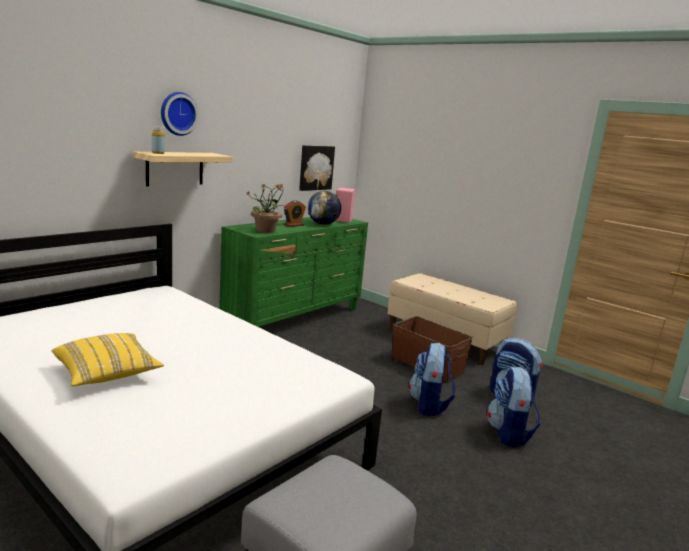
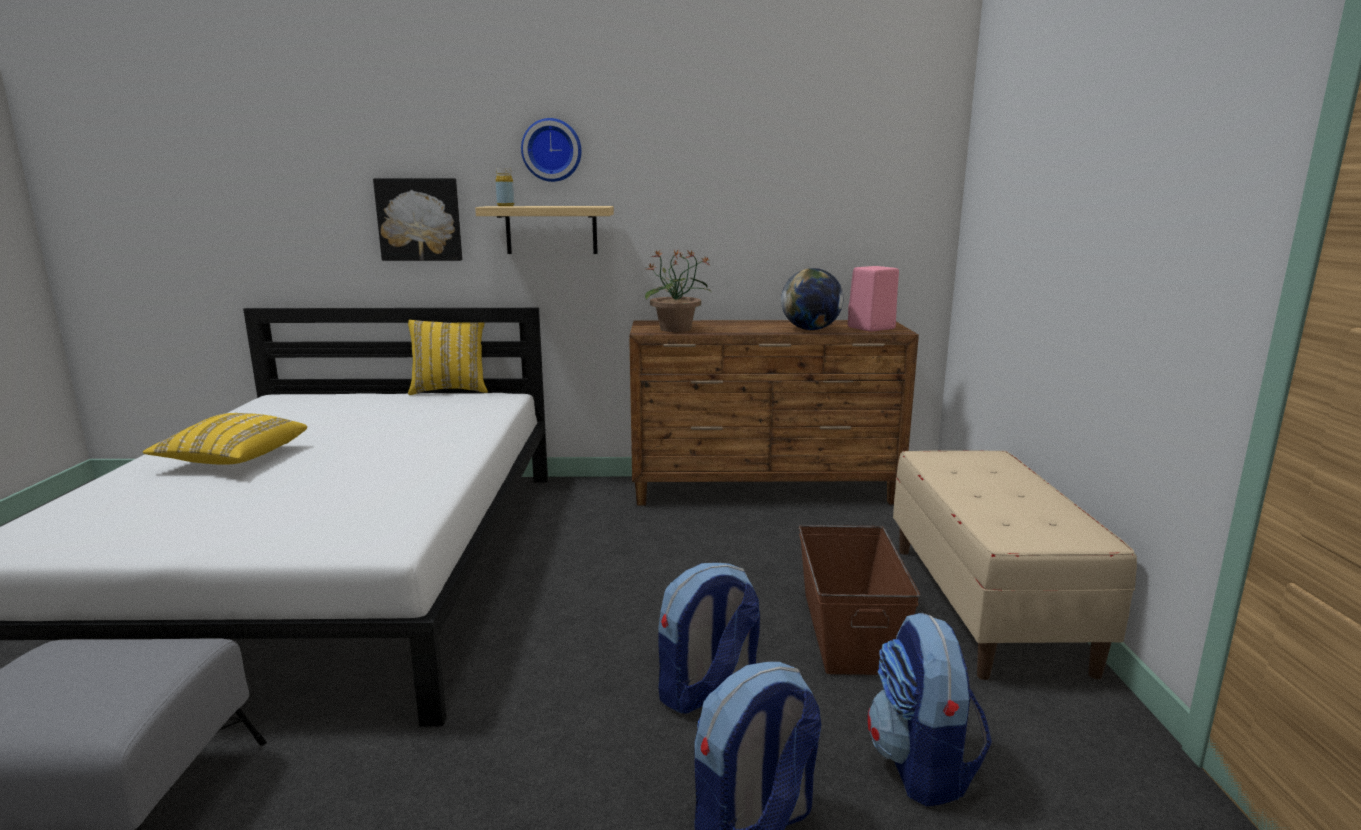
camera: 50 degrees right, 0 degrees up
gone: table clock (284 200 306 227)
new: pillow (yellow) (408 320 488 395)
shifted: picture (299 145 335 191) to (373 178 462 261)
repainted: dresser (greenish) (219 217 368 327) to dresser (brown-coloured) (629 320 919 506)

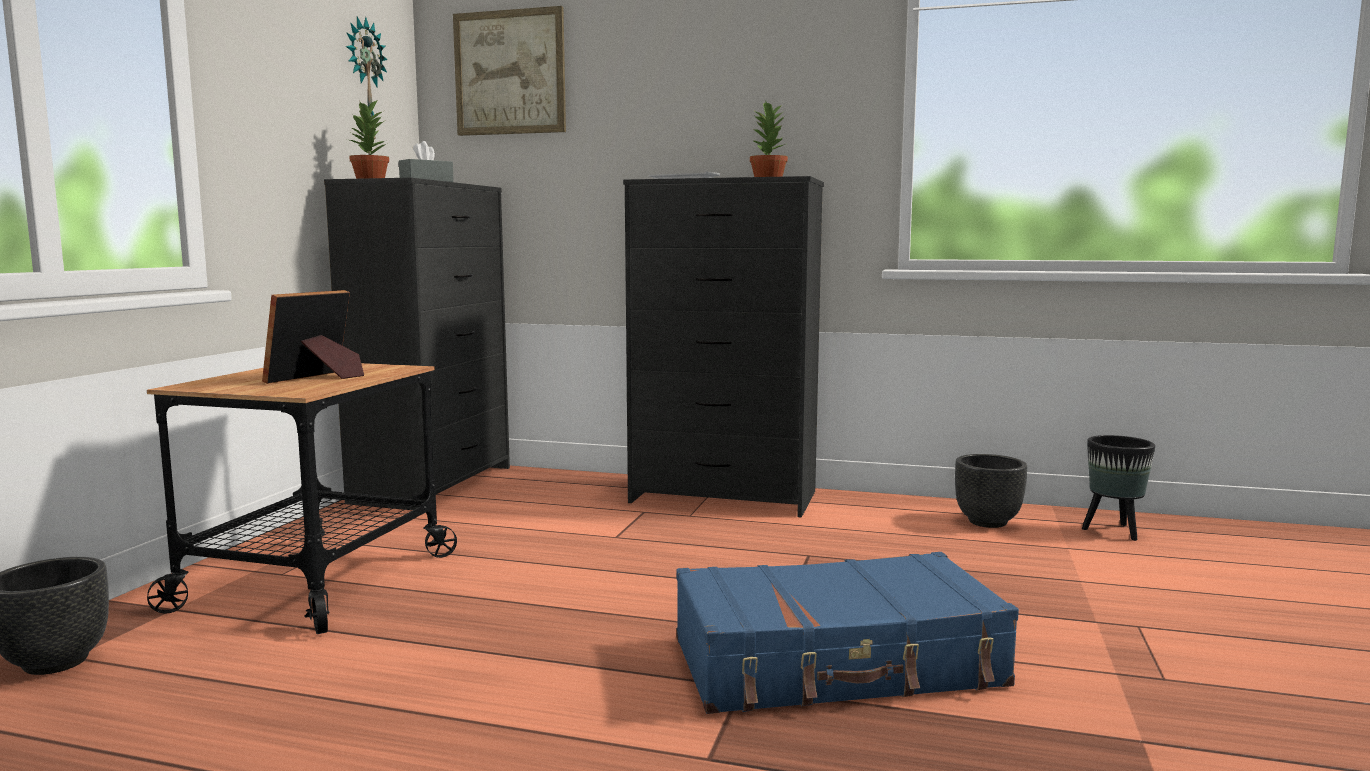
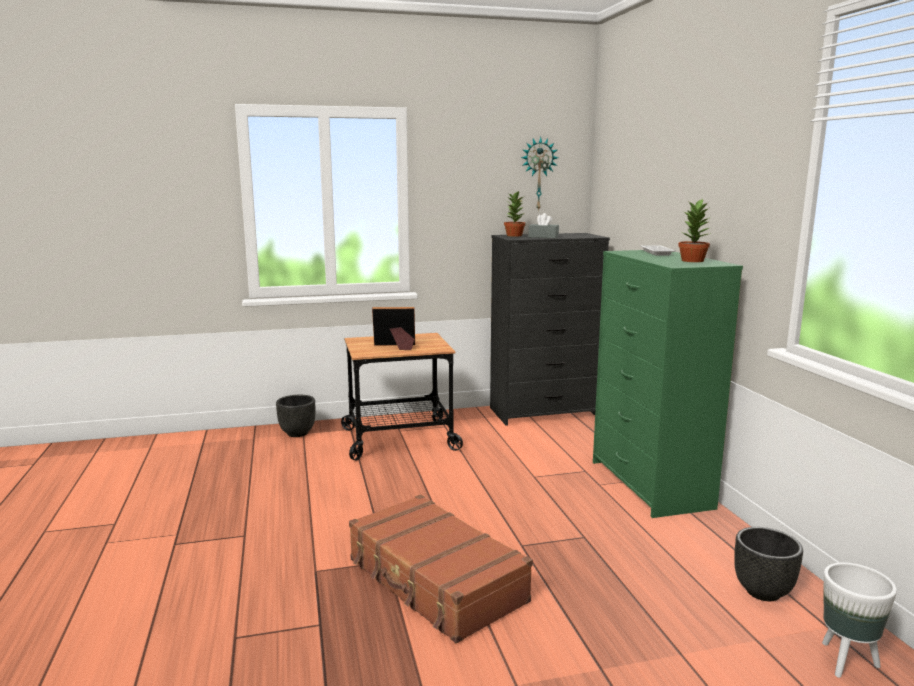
camera: 60 degrees right, 5 degrees up
gone: picture (453 6 566 136)
repainted: dresser (blackish) (623 176 824 518) to dresser (greenish) (593 250 743 518); flower pot (blackish) (1082 435 1155 541) to flower pot (white) (822 562 897 678); travel case (bluish) (676 552 1019 714) to travel case (brown-coloured) (349 495 533 643)

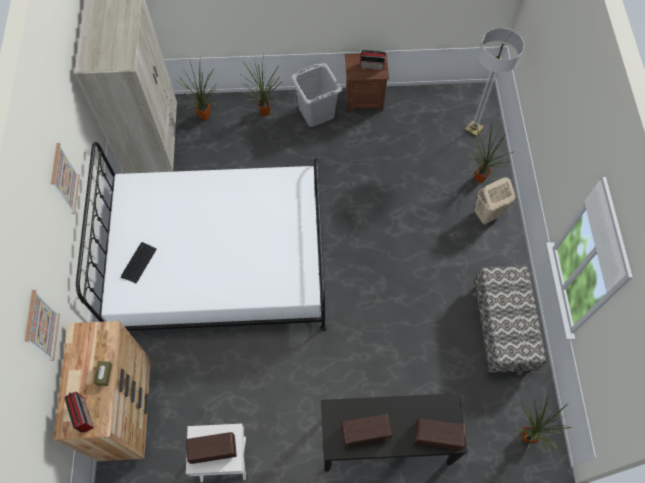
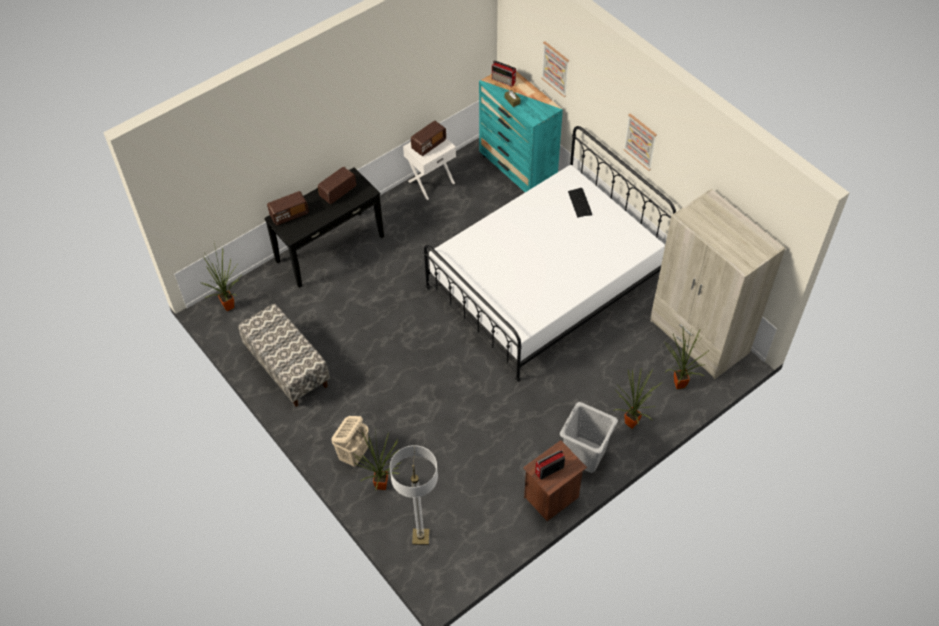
camera: 145 degrees right, 10 degrees down
repainted: dresser (brown-coloured) (53 321 151 461) to dresser (turquoise) (479 65 563 192)

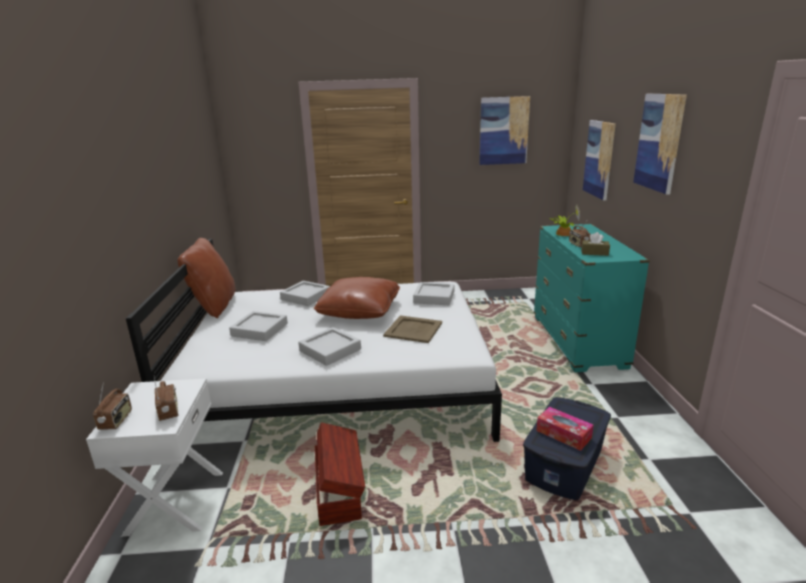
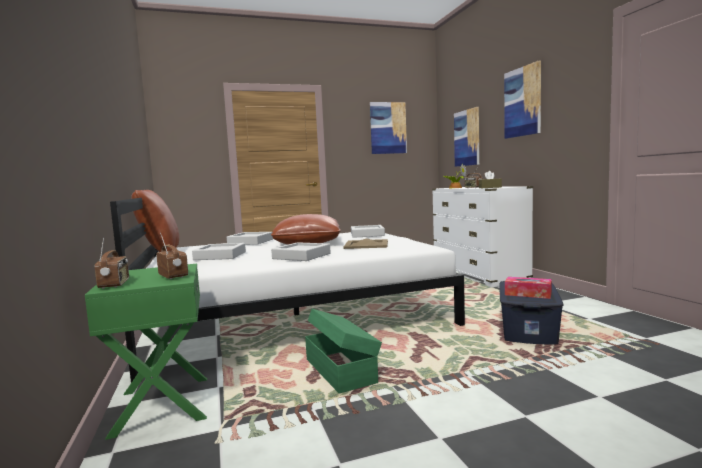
camera: 15 degrees left, 15 degrees down
repainted: dresser (turquoise) (534 224 650 372) to dresser (white) (432 186 533 287); bedside table (white) (86 378 223 537) to bedside table (greenish) (85 264 207 440); storage bin (brown-coloured) (315 423 365 526) to storage bin (greenish) (305 309 382 393)

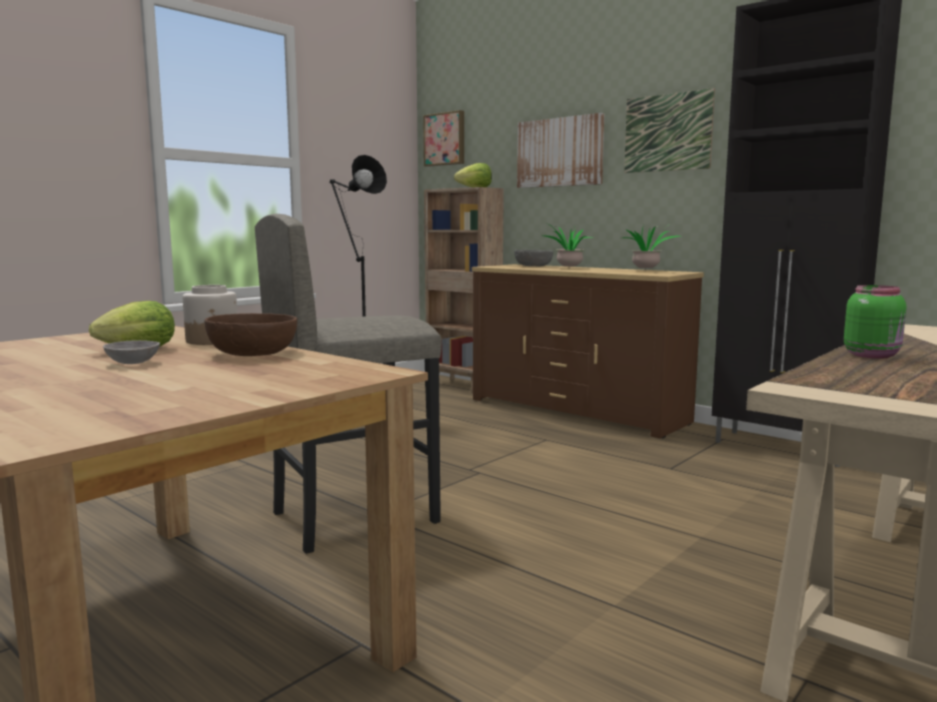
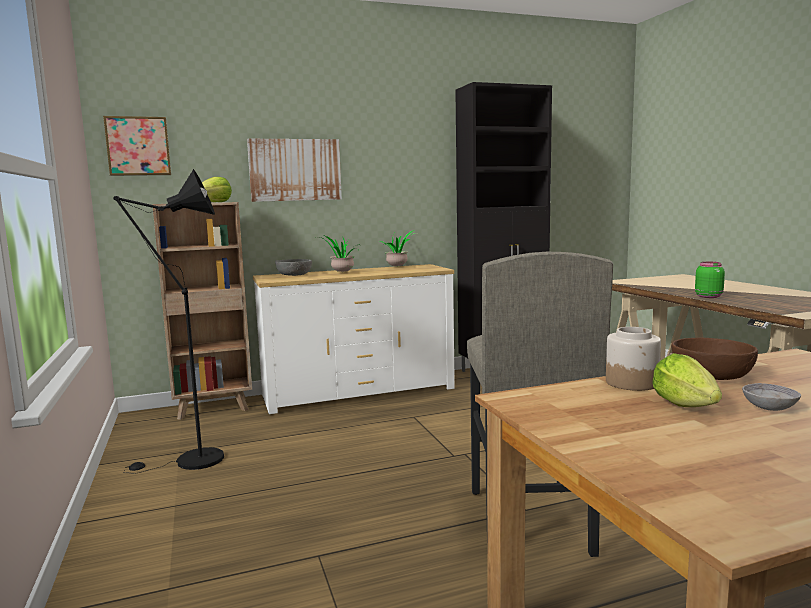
camera: 60 degrees left, 0 degrees up
gone: picture (624 88 715 173)
repainted: dresser (brown-coloured) (472 264 704 438) to dresser (white) (253 264 455 414)

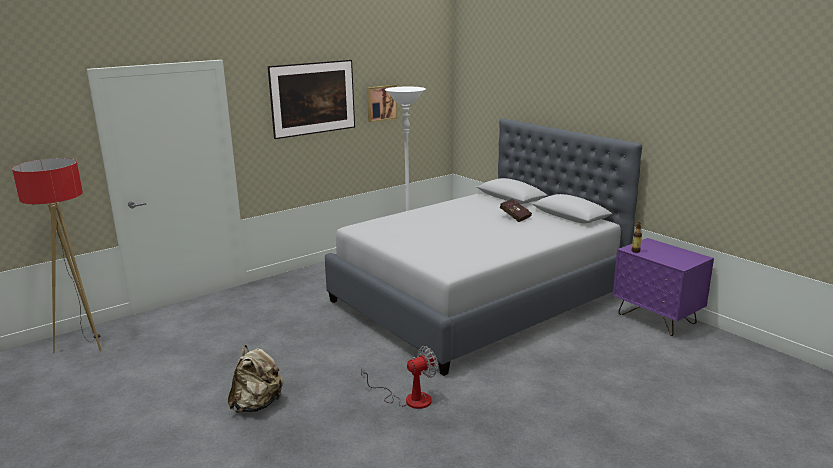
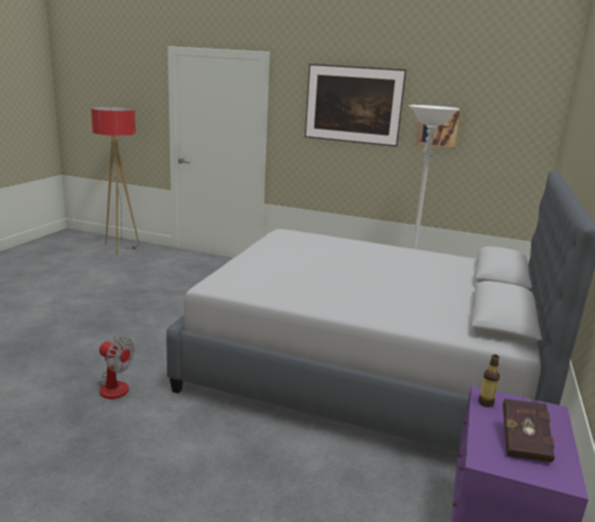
camera: 55 degrees right, 0 degrees up
gone: rucksack (beige) (228 345 283 413)
shifted: volume (reddish) (499 199 532 222) to (503 399 555 462)

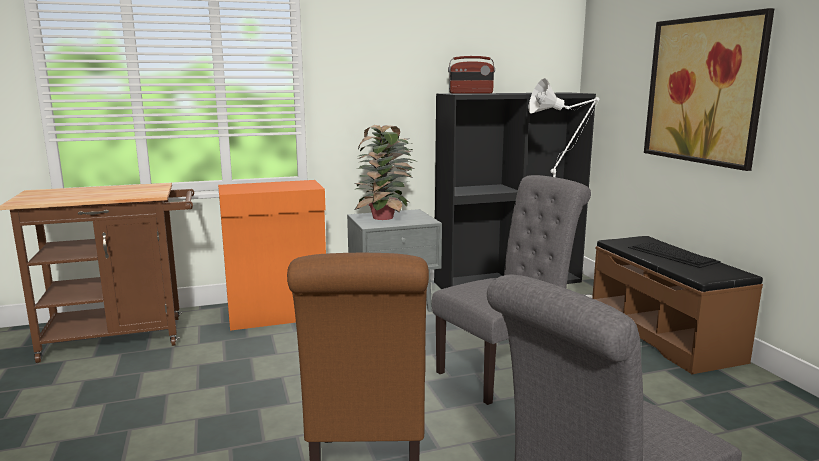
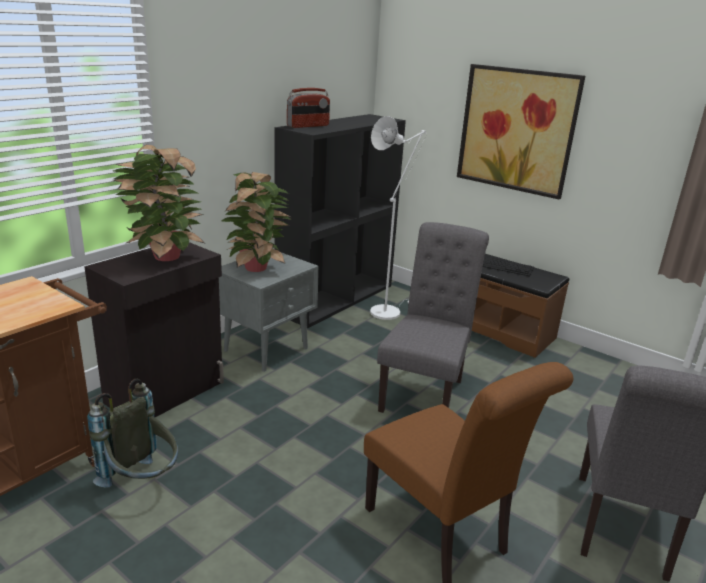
camera: 35 degrees left, 10 degrees up
new: plant in a pot (113 145 206 261); rucksack (grey) (87 379 179 488)
repainted: cabinet (orangey) (218 180 326 331) to cabinet (blackish) (84 242 224 417)

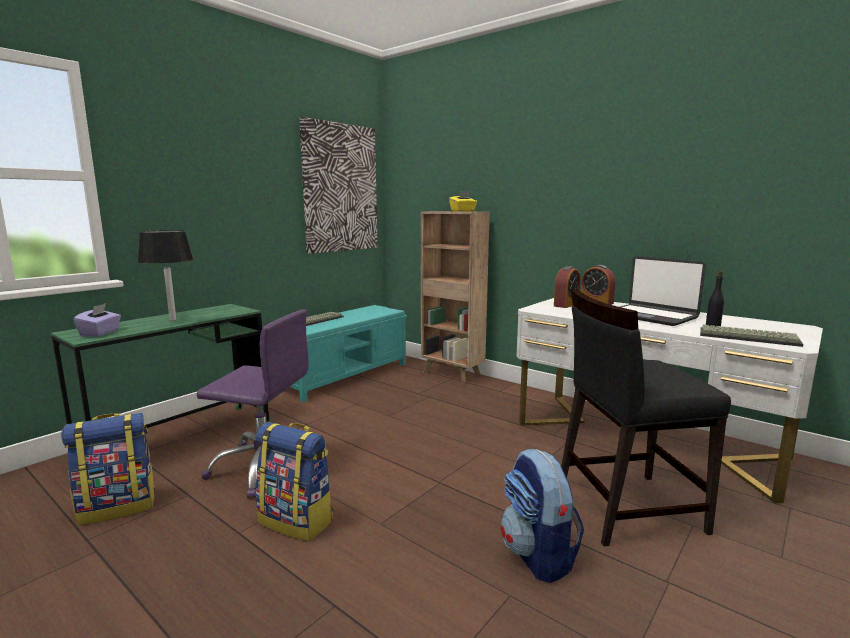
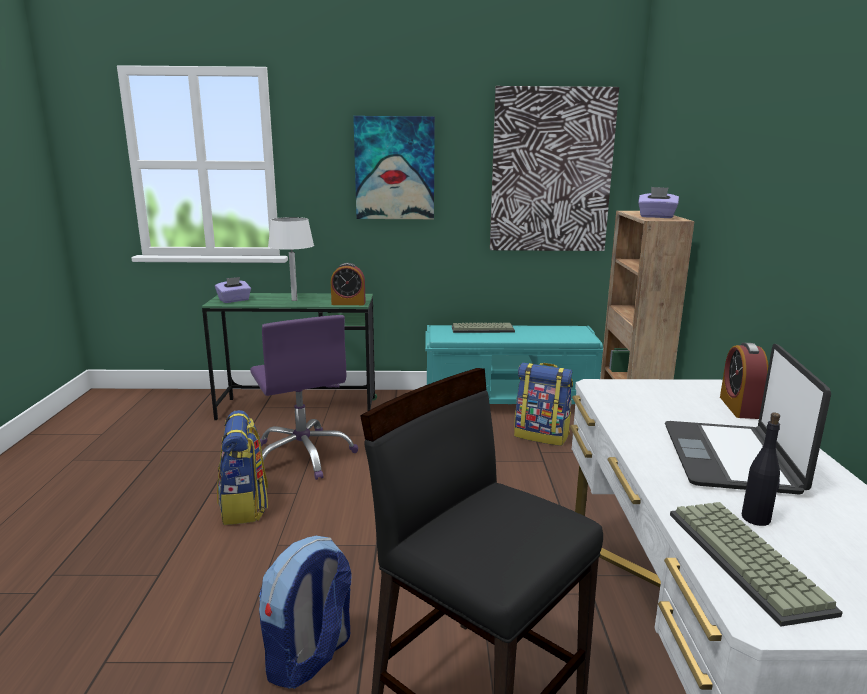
camera: 50 degrees right, 5 degrees up
new: picture (353 116 435 219)
shifted: table clock (554 266 580 308) to (331 263 365 305); rucksack (61 413 156 525) to (514 363 573 446)
repainted: box of tissues (yellow) (449 191 477 212) to box of tissues (purple) (638 187 679 218); table lamp (blackish) (138 230 193 321) to table lamp (white) (268 217 314 301)

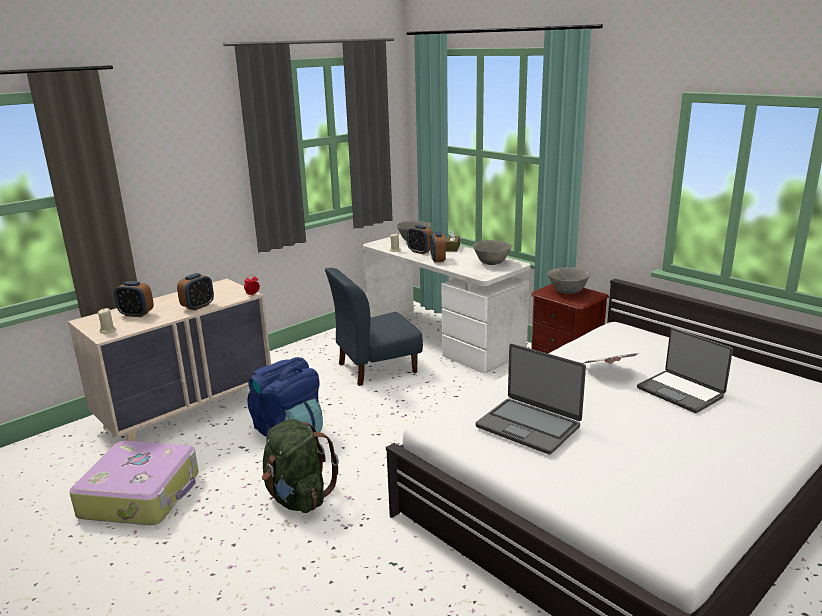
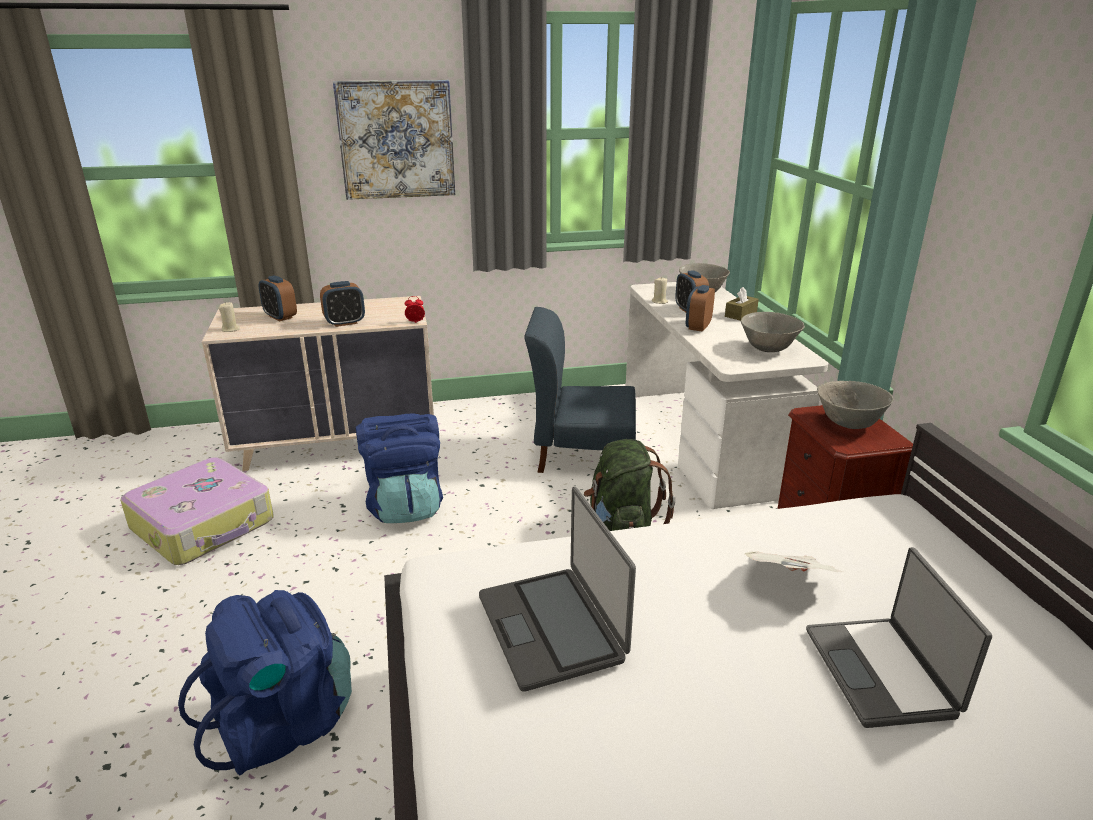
camera: 30 degrees right, 5 degrees up
new: picture (333 80 455 200); rucksack (bluish) (178 590 352 775)
shifted: rucksack (greenish) (262 419 339 513) to (584 439 675 531)

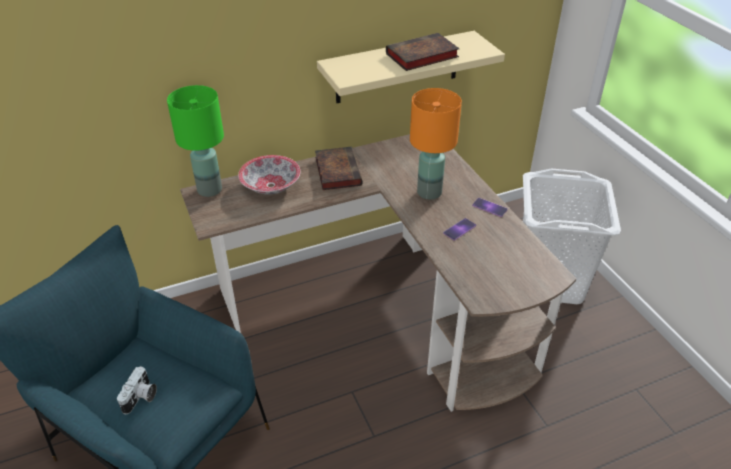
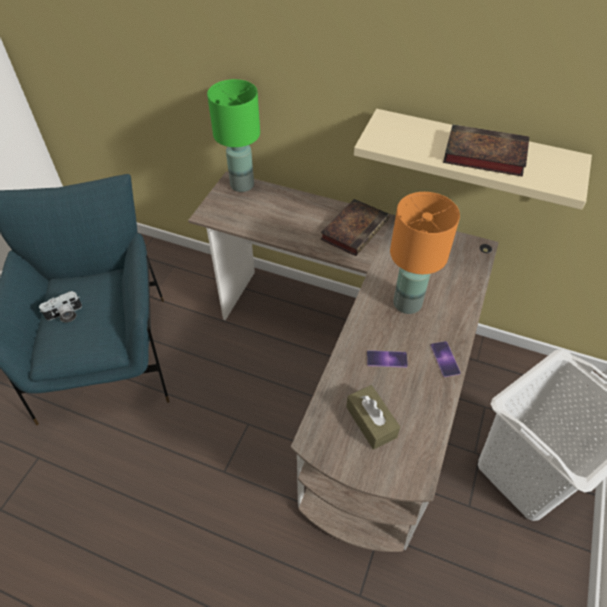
camera: 45 degrees right, 10 degrees up
gone: serving bowl (238 155 301 194)
new: box of tissues (brown-coloured) (346 385 400 450)

